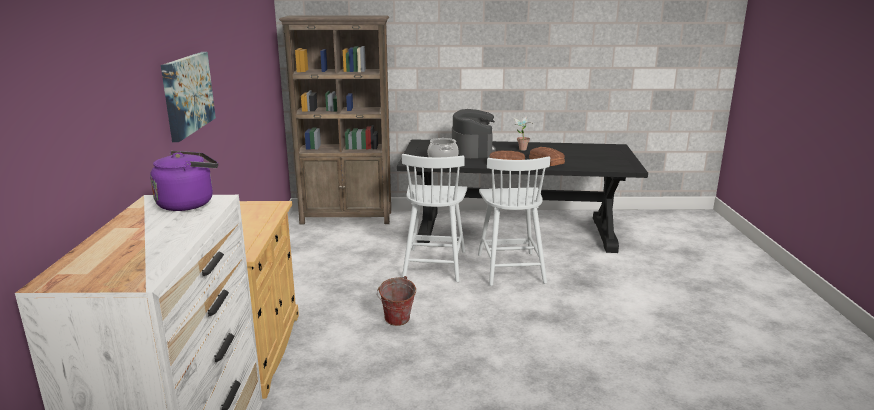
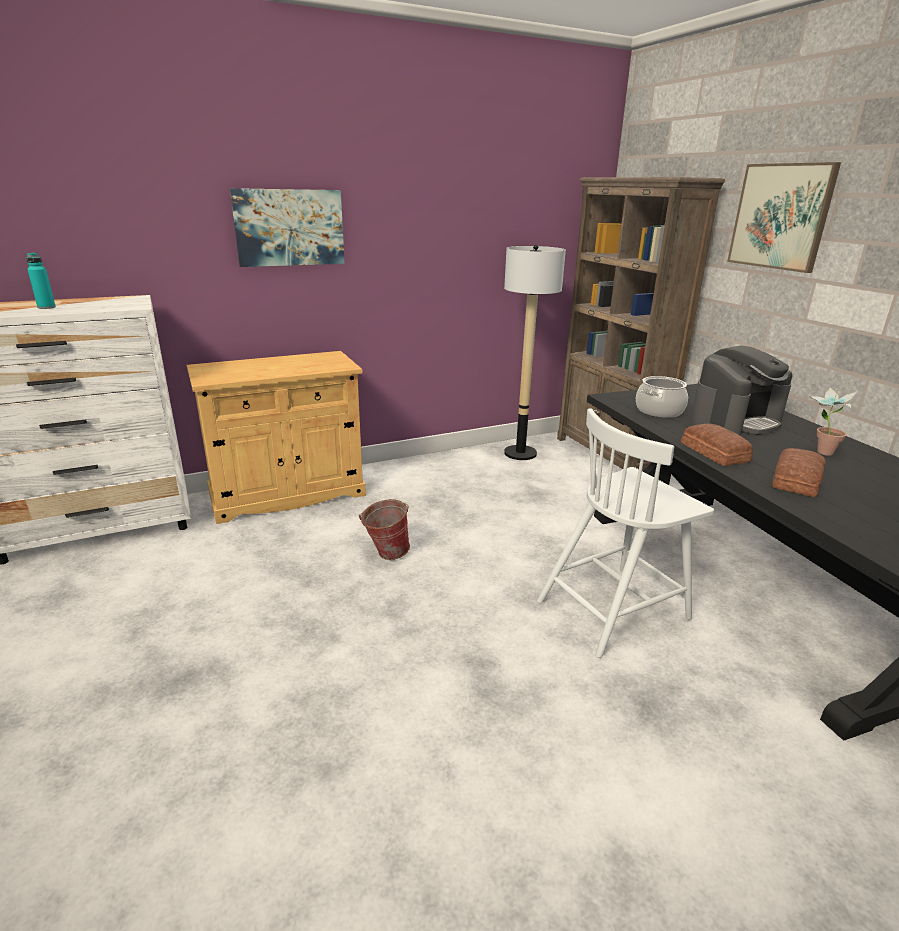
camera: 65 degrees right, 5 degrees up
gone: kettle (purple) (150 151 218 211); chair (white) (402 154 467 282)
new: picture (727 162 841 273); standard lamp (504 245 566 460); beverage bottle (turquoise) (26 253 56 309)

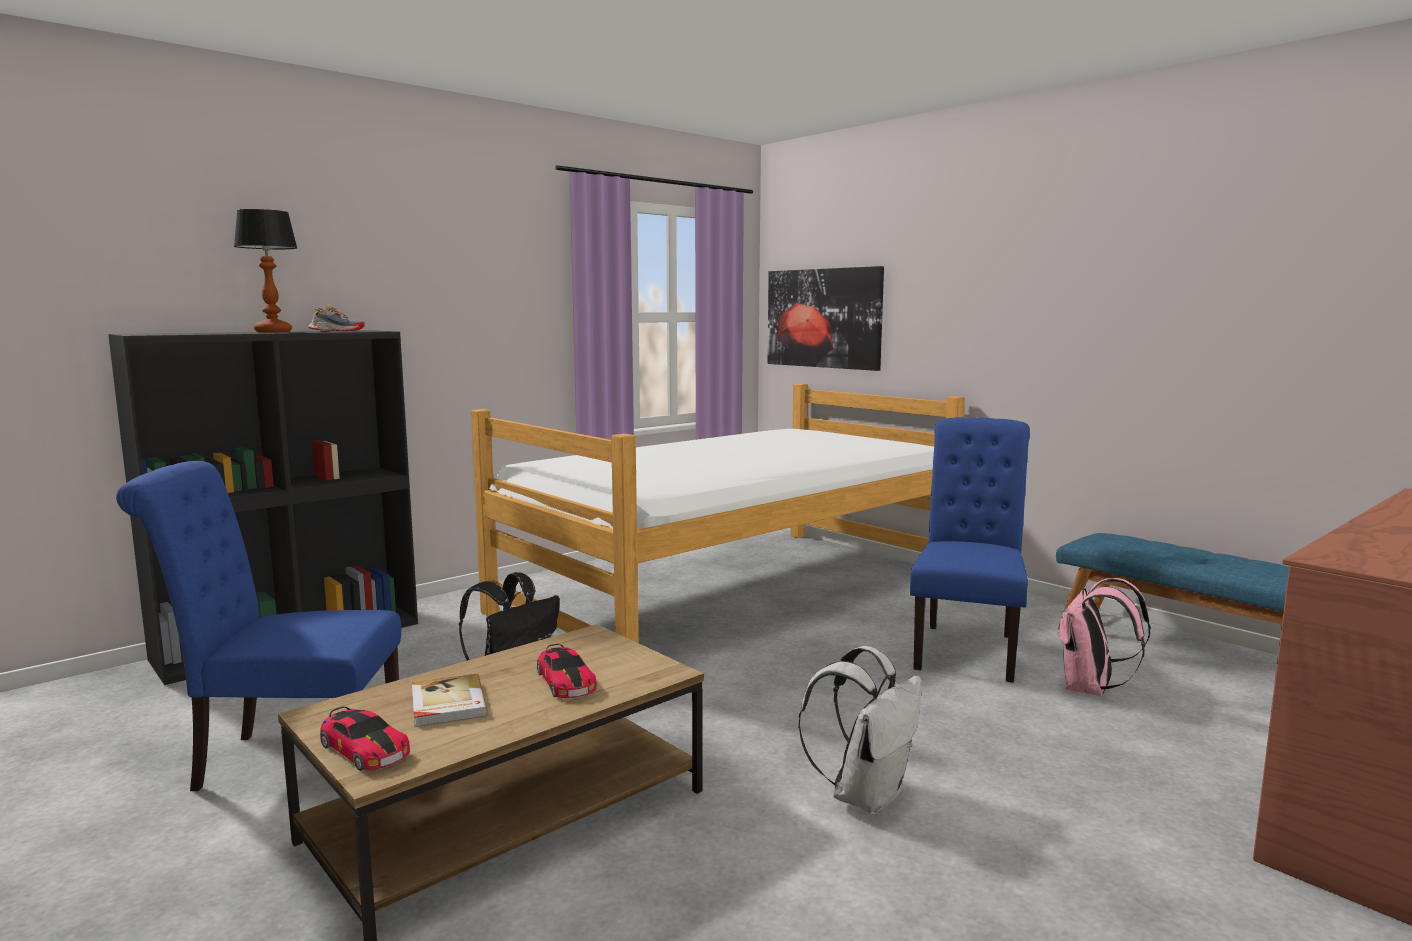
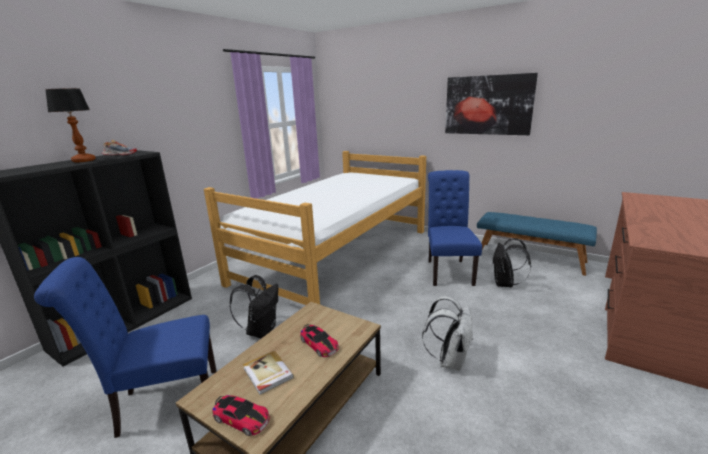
camera: 15 degrees left, 10 degrees up
shifted: picture (767 266 884 371) to (445 73 538 135)
repainted: rucksack (pink) (1058 578 1151 696) to rucksack (blackish) (493 238 531 287)

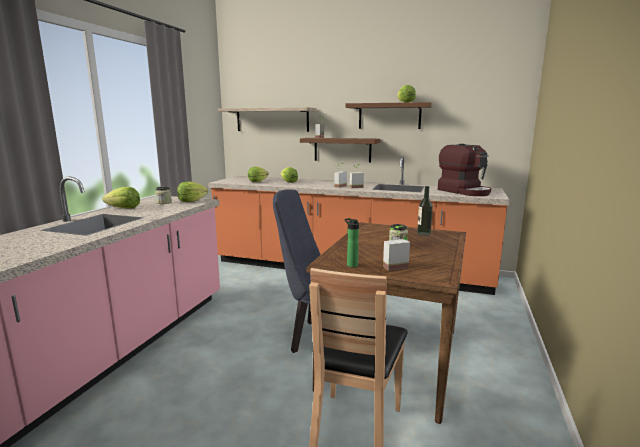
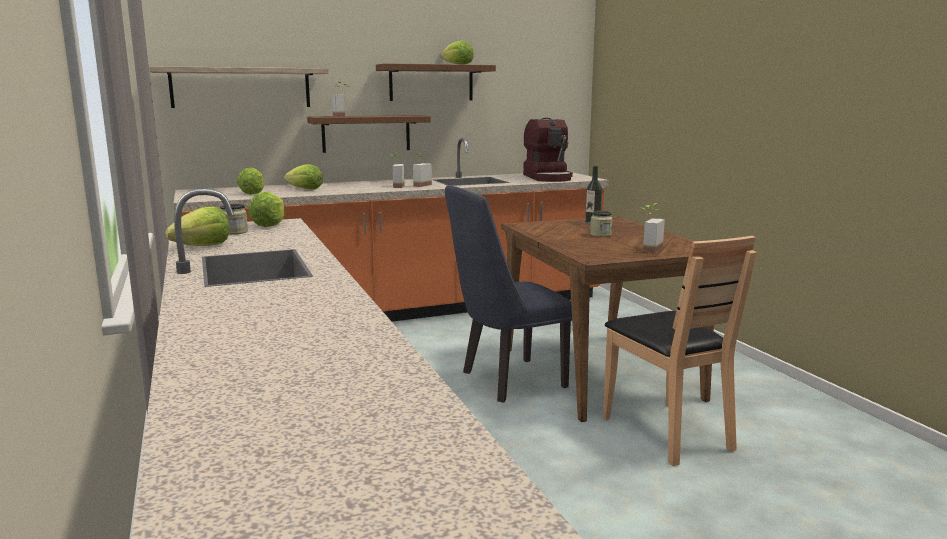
camera: 40 degrees left, 0 degrees up
gone: beverage bottle (345 218 359 267)
rotated: coffee brewer (438 144 491 196) = (523 118 573 182) 60 degrees clockwise

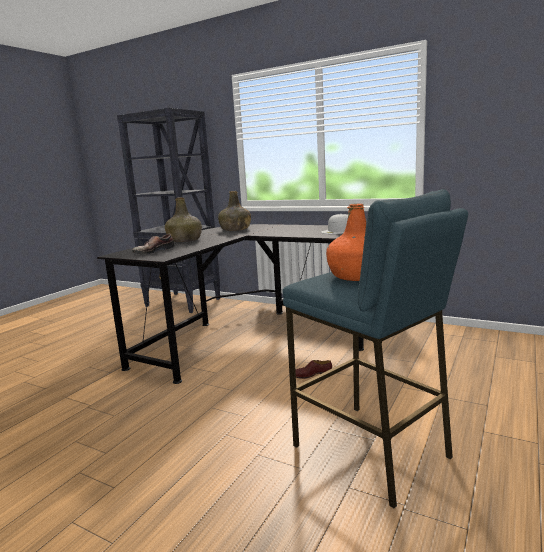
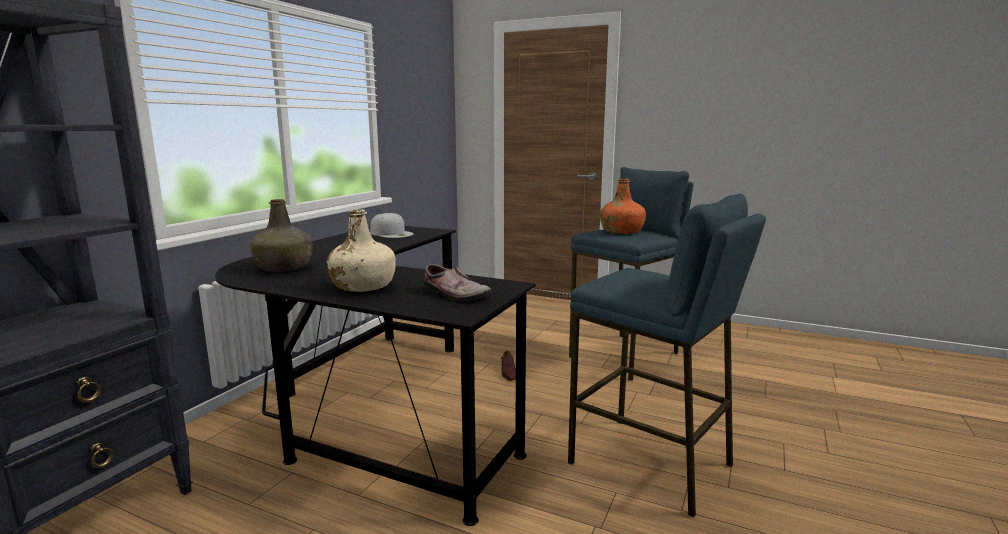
camera: 95 degrees left, 0 degrees up
new: stool seat (bluish) (568 193 766 517)
repainted: beverage bottle (greenish) (165 197 202 242) to beverage bottle (beige) (327 209 396 292)

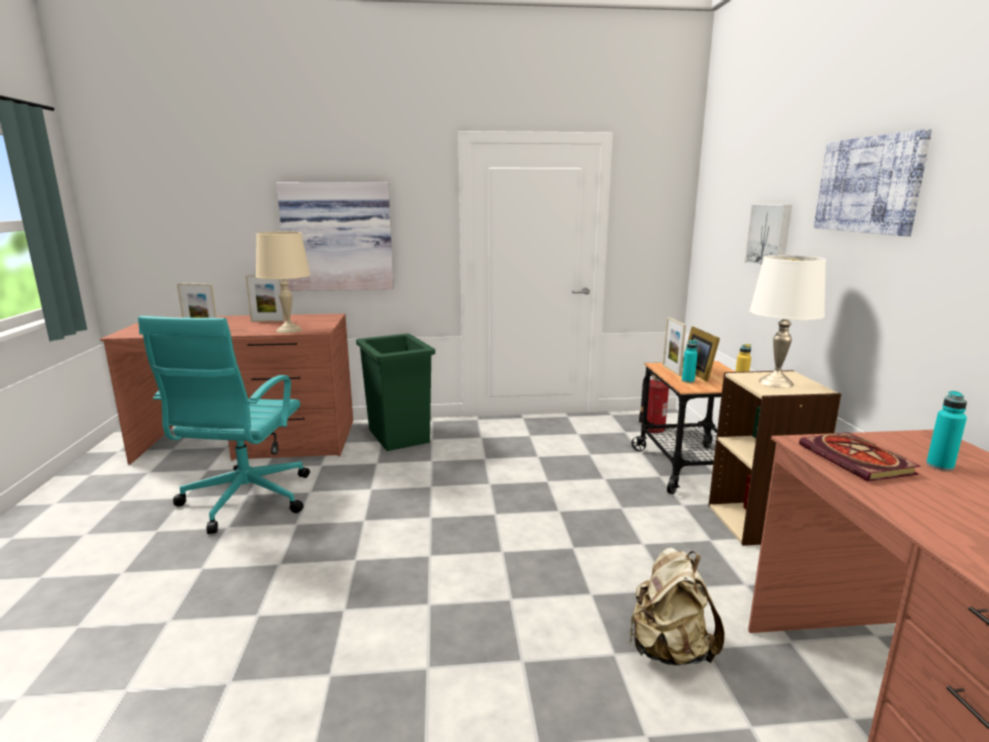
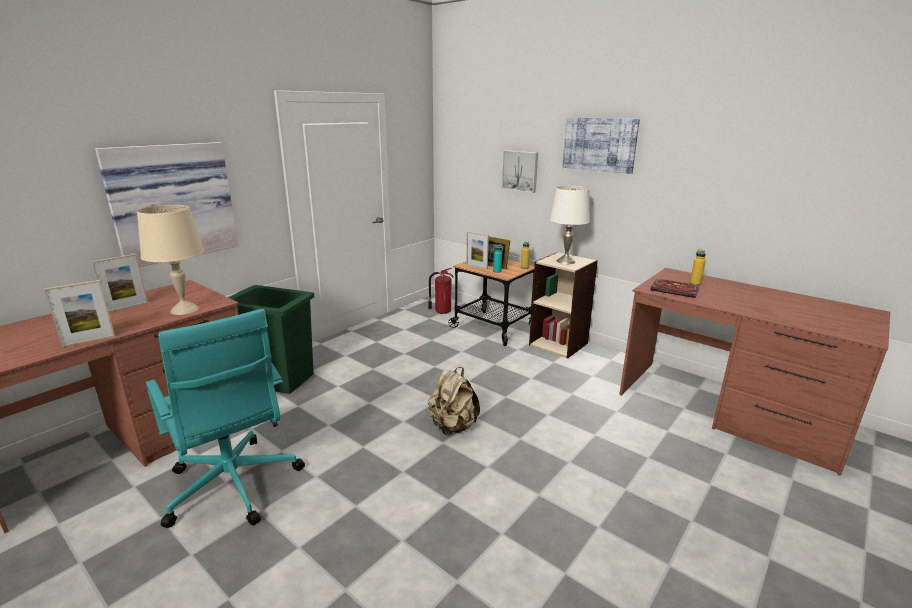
camera: 45 degrees left, 5 degrees up
shifted: rucksack (beige) (629 547 725 665) to (428 367 480 435)
repainted: beverage bottle (turquoise) (926 391 967 471) to beverage bottle (yellow) (690 249 706 285)

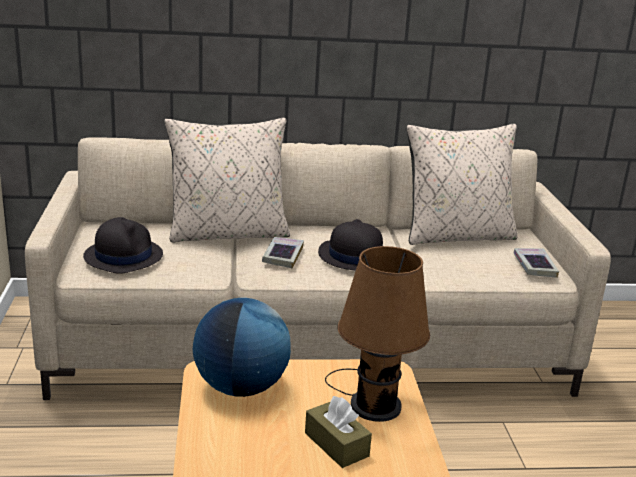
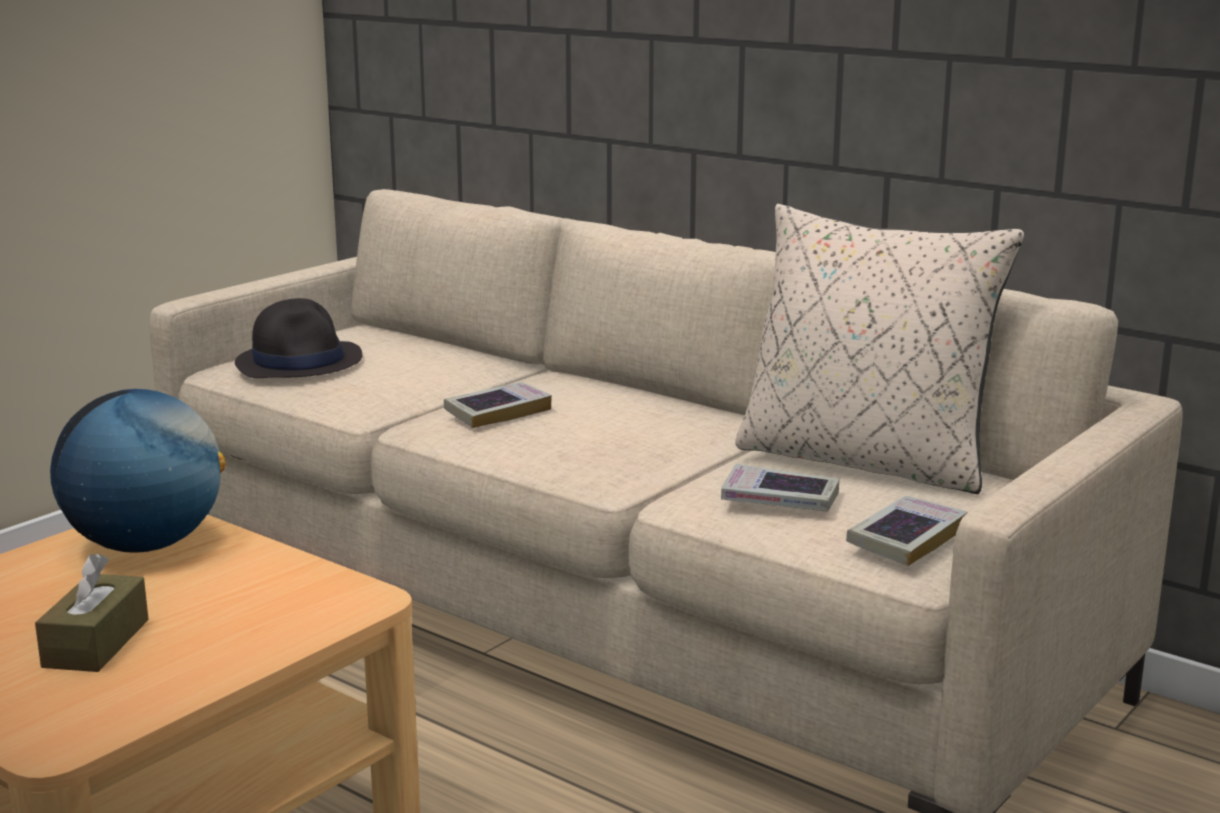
camera: 45 degrees right, 5 degrees down
gone: pillow (beige) (164 118 290 243); clothing hat (blackish) (318 219 383 270); table lamp (brown-coloured) (325 246 430 422)
new: volume (721 464 839 512)

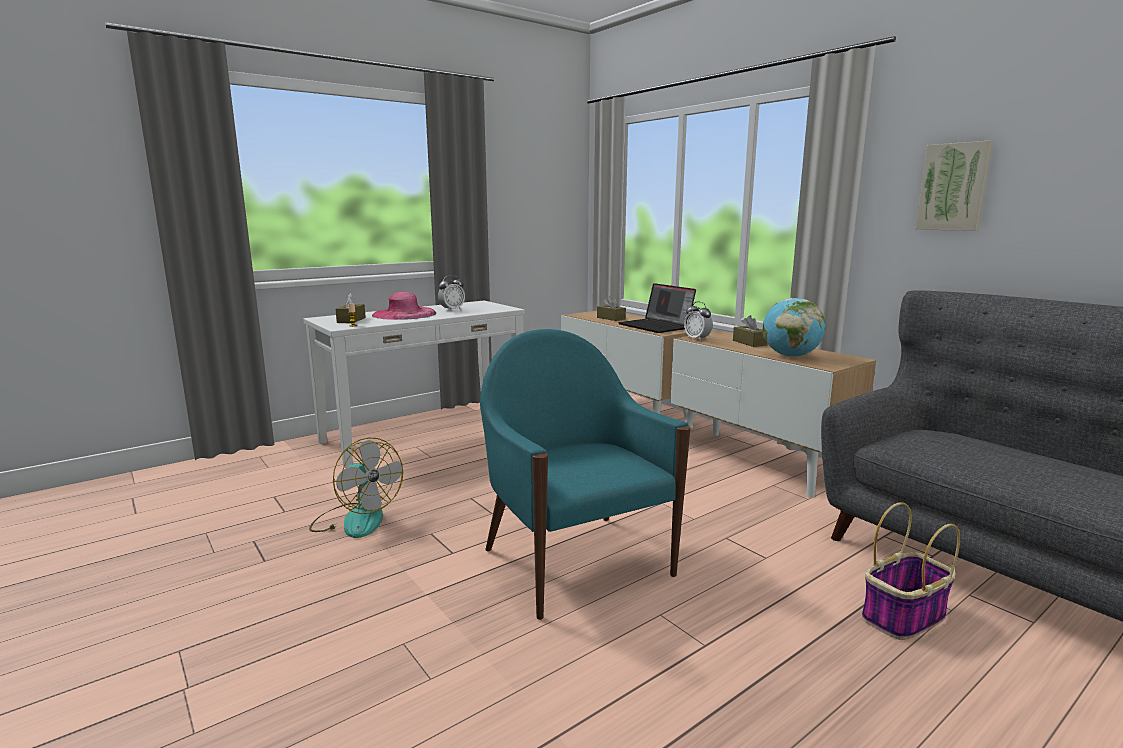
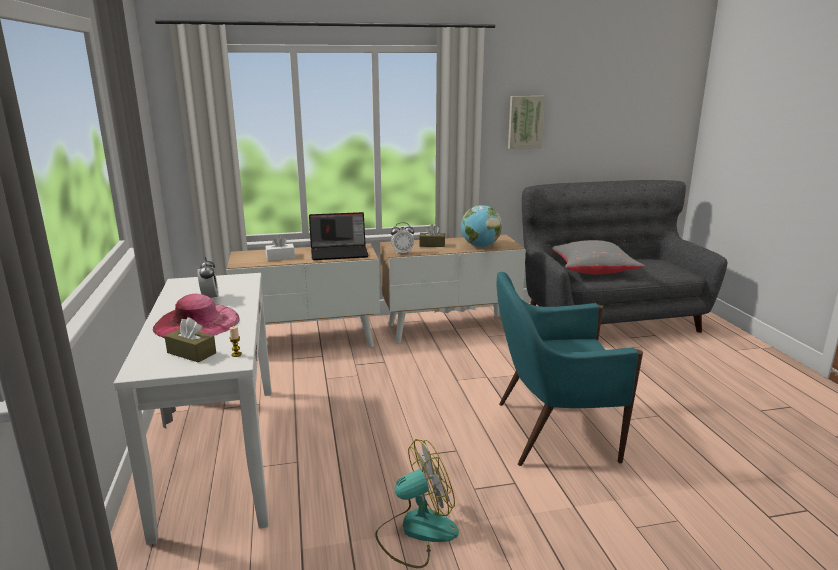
camera: 65 degrees left, 5 degrees up
gone: storage basket (861 502 960 640)
new: pillow (grey) (552 240 644 275)
repainted: box of tissues (brown-coloured) (597 296 626 321) to box of tissues (white) (266 236 295 261)

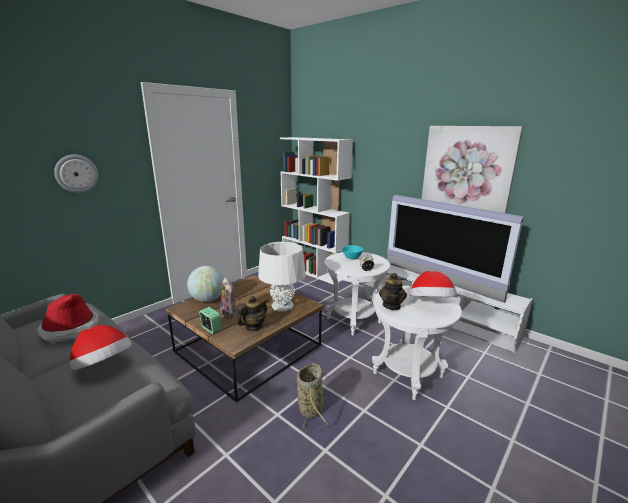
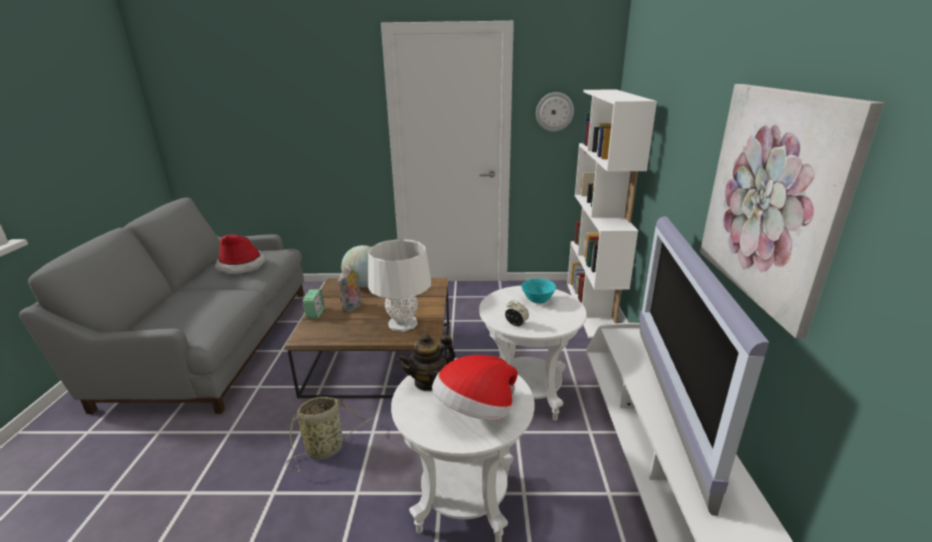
camera: 50 degrees right, 5 degrees up
gone: teapot (237 296 269 331); clothing hat (69 325 132 370)
shifted: clock on the wall (54 154 98 193) to (536 92 574 132)

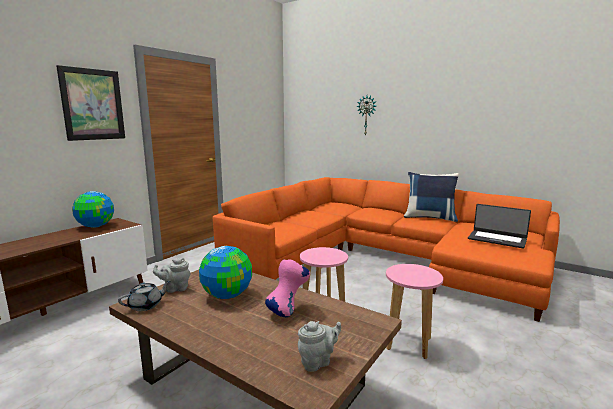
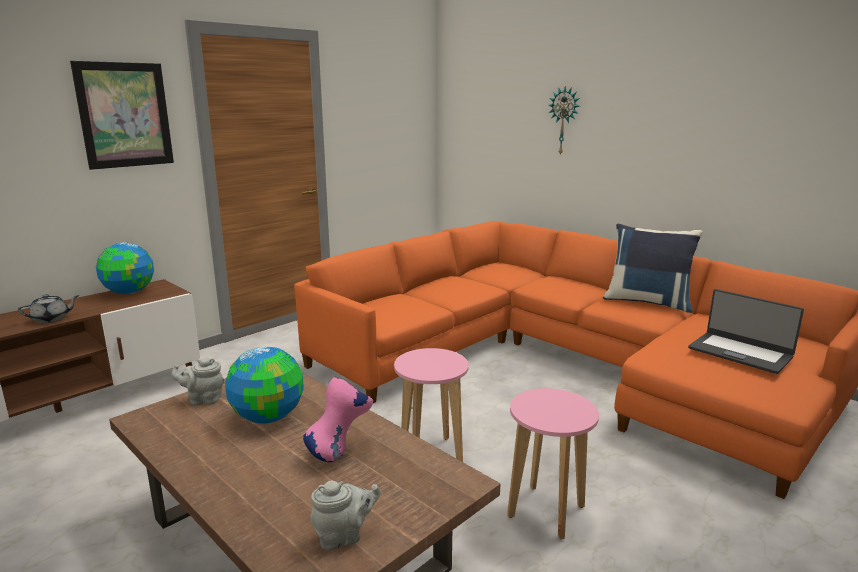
camera: 10 degrees right, 5 degrees up
shifted: teapot (grey) (118 281 170 311) to (18 294 79 323)

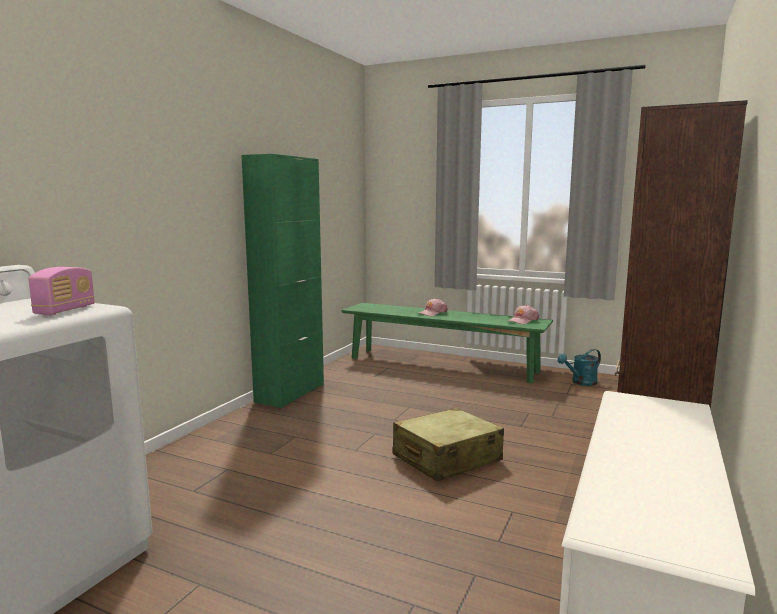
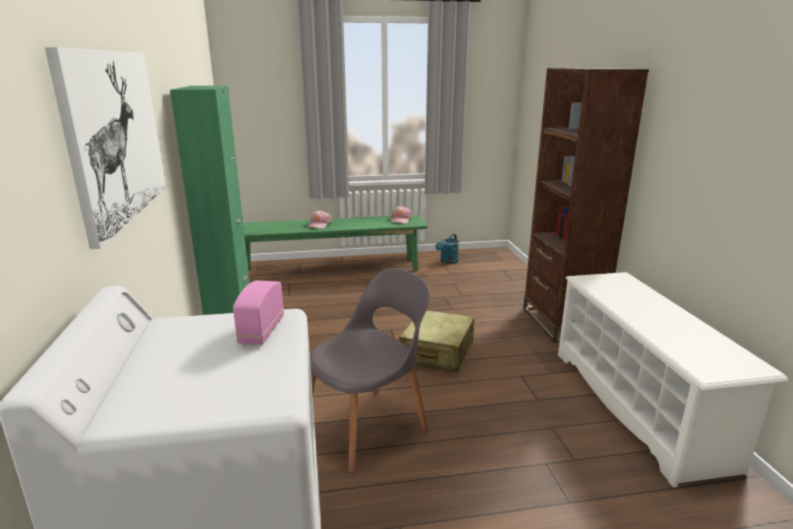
camera: 35 degrees left, 10 degrees up
new: picture (45 47 166 249); chair (grey) (310 268 430 473)
rotated: radio receiver (28 267 95 316) = (233 280 284 345) 150 degrees counterclockwise

